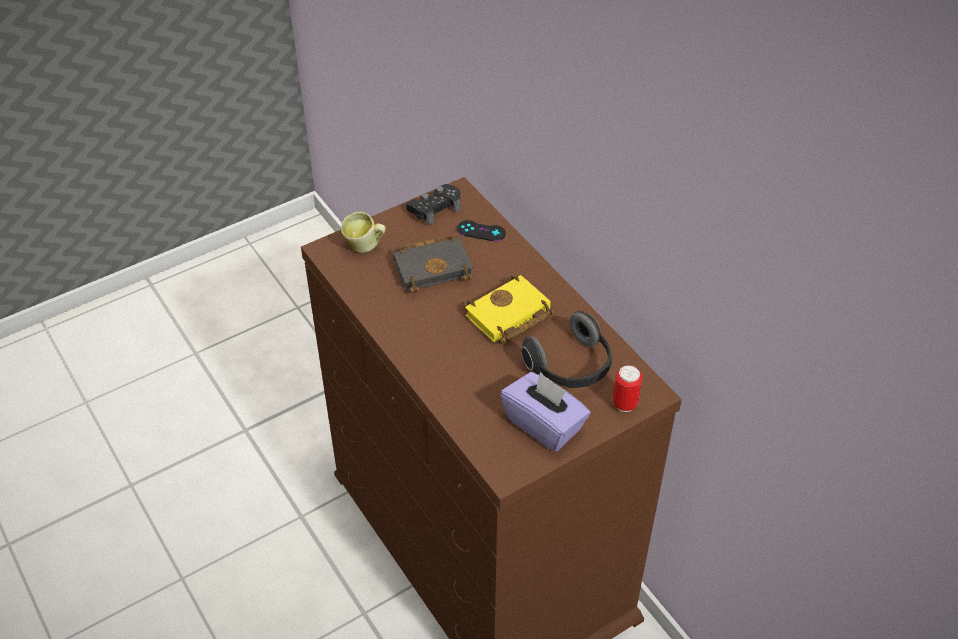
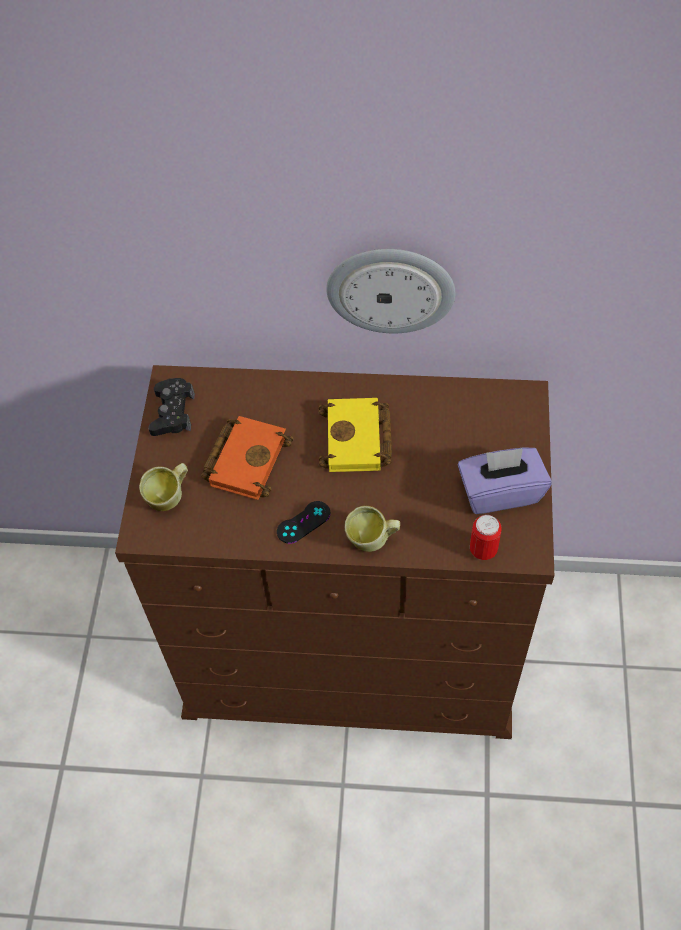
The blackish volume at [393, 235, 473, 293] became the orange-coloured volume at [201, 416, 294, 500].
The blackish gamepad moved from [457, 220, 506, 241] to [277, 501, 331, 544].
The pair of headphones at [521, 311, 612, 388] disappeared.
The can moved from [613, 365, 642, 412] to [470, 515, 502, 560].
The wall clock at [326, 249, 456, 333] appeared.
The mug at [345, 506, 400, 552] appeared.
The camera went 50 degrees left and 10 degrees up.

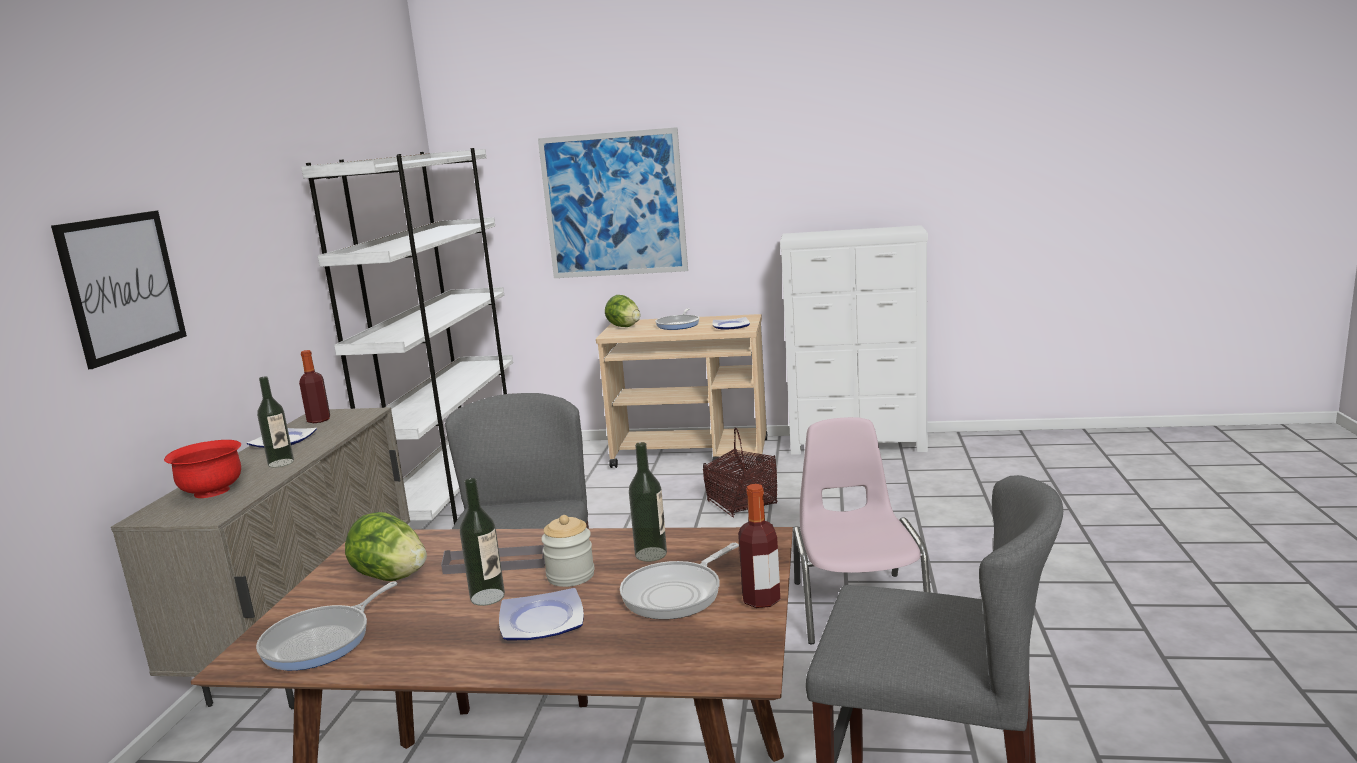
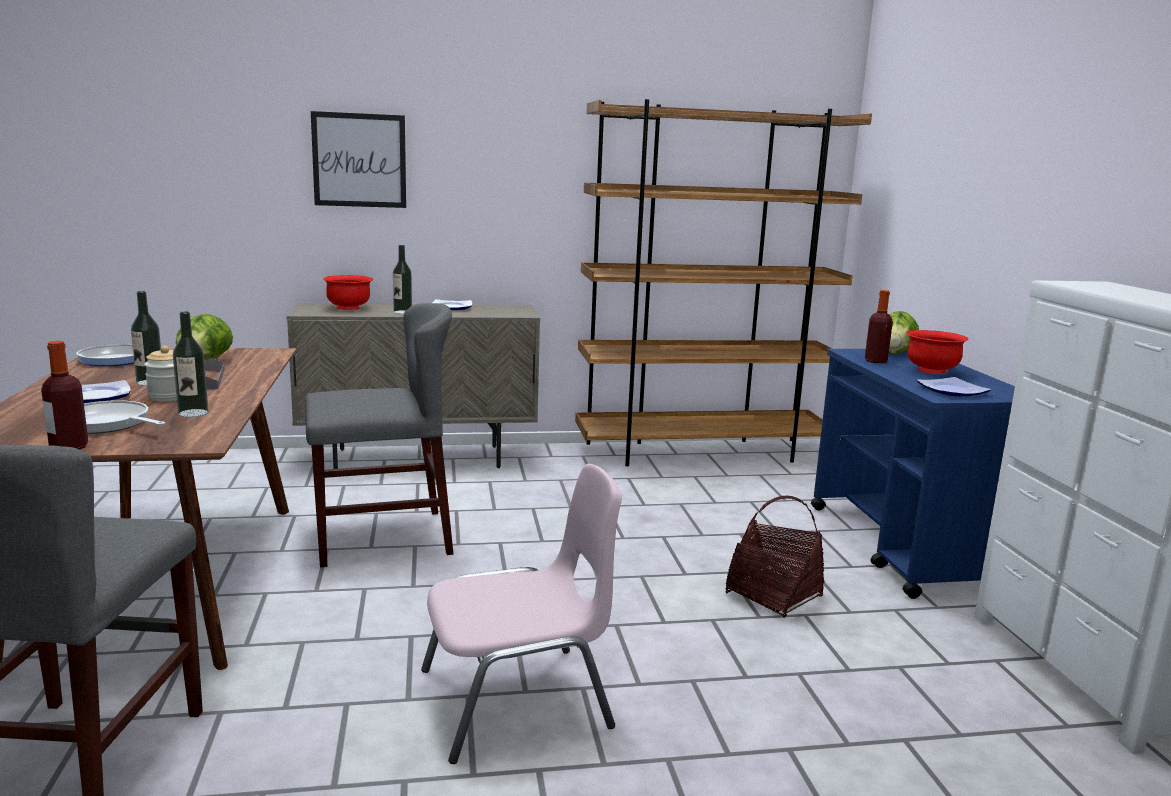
The bottle moved from [299, 350, 330, 423] to [865, 290, 893, 363].
The white shelving unit at [301, 148, 513, 524] became the brownish shelving unit at [575, 99, 872, 466].
The wall art at [538, 127, 688, 278] disappeared.
The beige cart at [596, 314, 767, 468] became the bluish cart at [811, 349, 1015, 599].
The frying pan at [655, 308, 700, 330] was replaced by the reddish deep dish at [906, 330, 968, 374].
The camera went 70 degrees right and 0 degrees up.

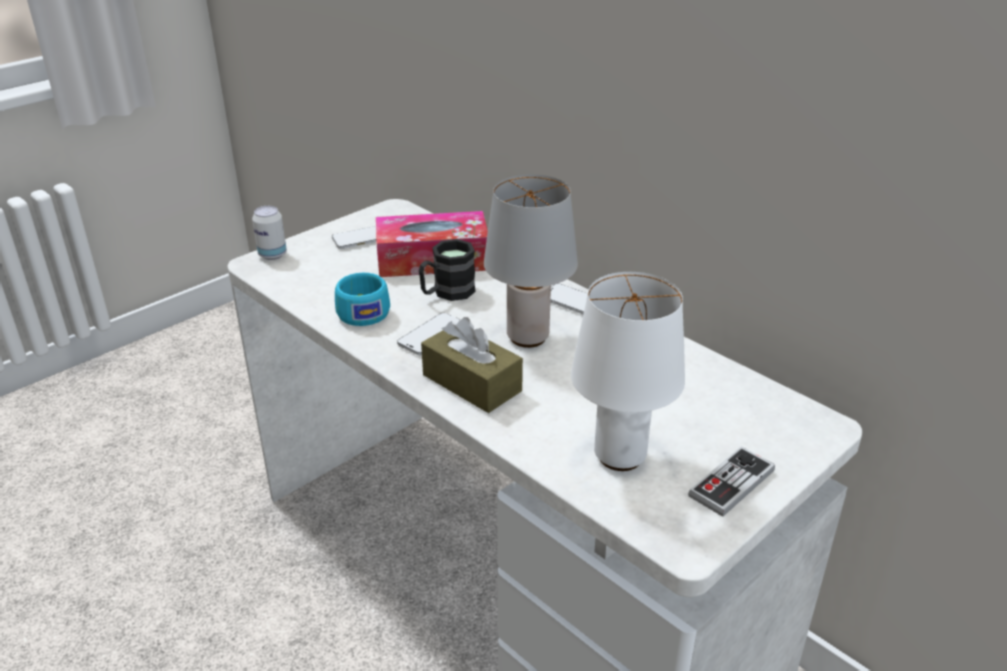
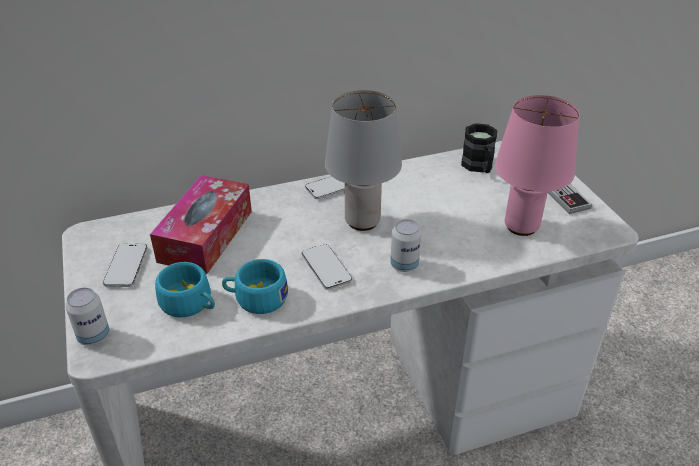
The blackish mug moved from [419, 239, 476, 301] to [461, 123, 497, 173].
The brownish tissue holder at [421, 317, 523, 413] was replaced by the can at [390, 219, 422, 272].
The white table lamp at [571, 272, 685, 471] became the pink table lamp at [495, 95, 580, 236].
The turquoise-coloured cup at [155, 262, 215, 318] appeared.
The camera went 65 degrees left and 5 degrees up.

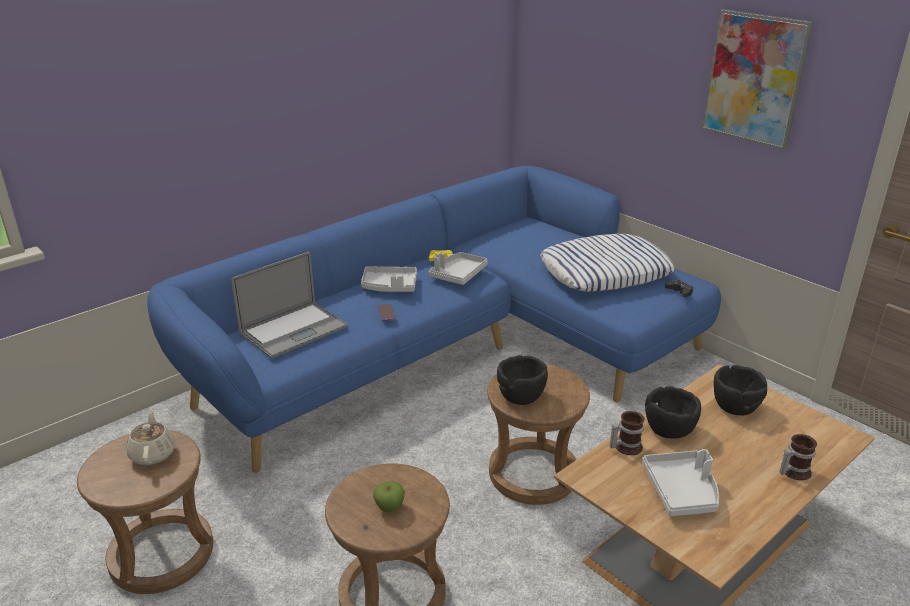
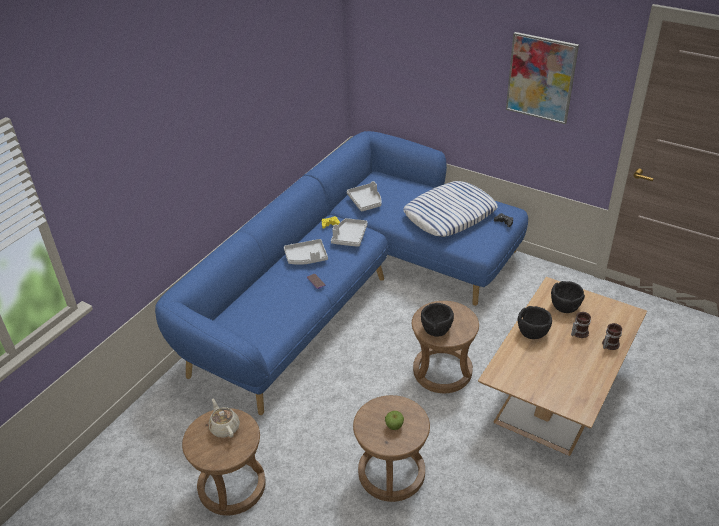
The laptop at [231, 252, 348, 359] disappeared.
The mug moved from [610, 411, 645, 455] to [571, 312, 591, 338].
The grey carrying tray moved from [642, 449, 719, 516] to [347, 181, 381, 212].
The camera went 15 degrees left and 10 degrees up.

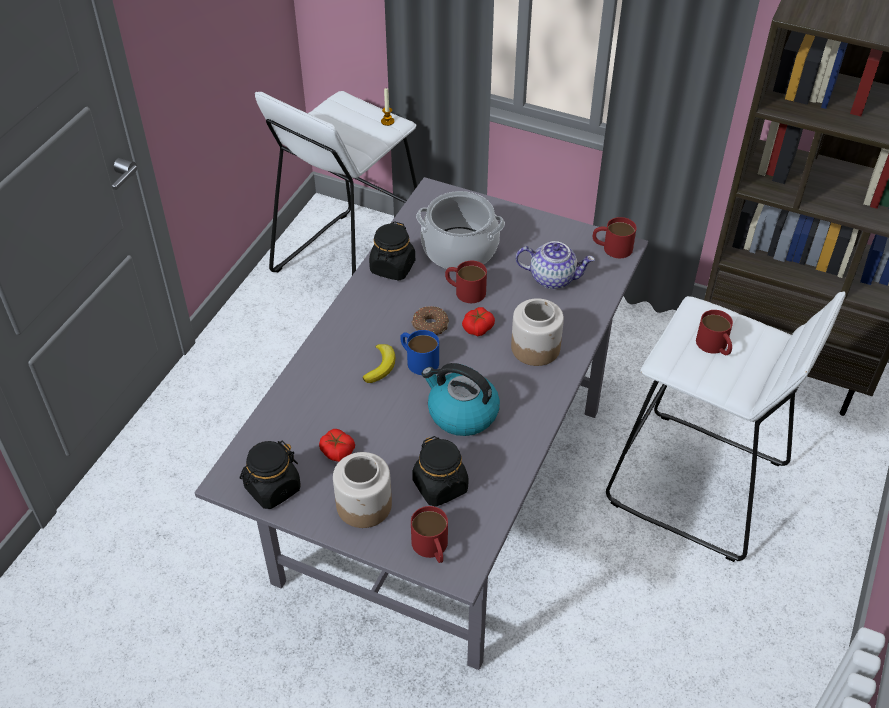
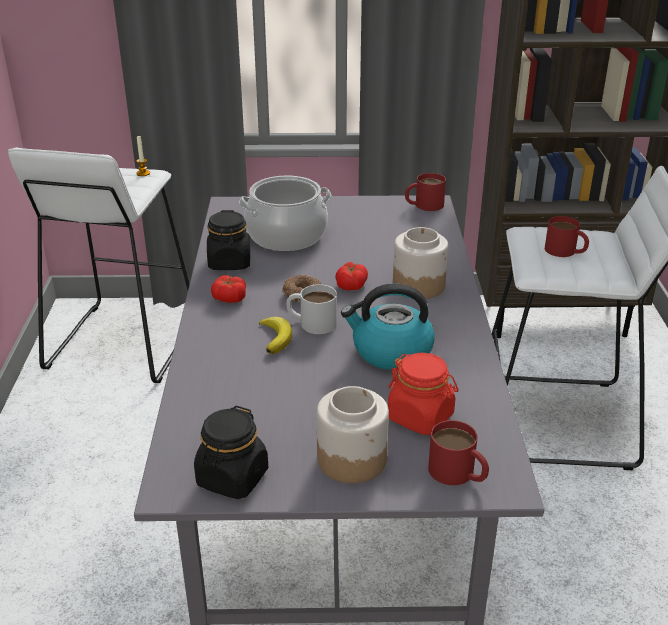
The tomato moved from [319, 429, 355, 462] to [211, 275, 246, 303].
The bluish mug at [400, 330, 439, 375] became the white mug at [286, 284, 337, 334].
The blackish jar at [412, 436, 468, 507] became the reddish jar at [388, 353, 459, 435].
The reddish mug at [445, 261, 487, 303] disappeared.
The tea pot at [516, 241, 595, 289] disappeared.
The camera went 25 degrees left and 15 degrees down.

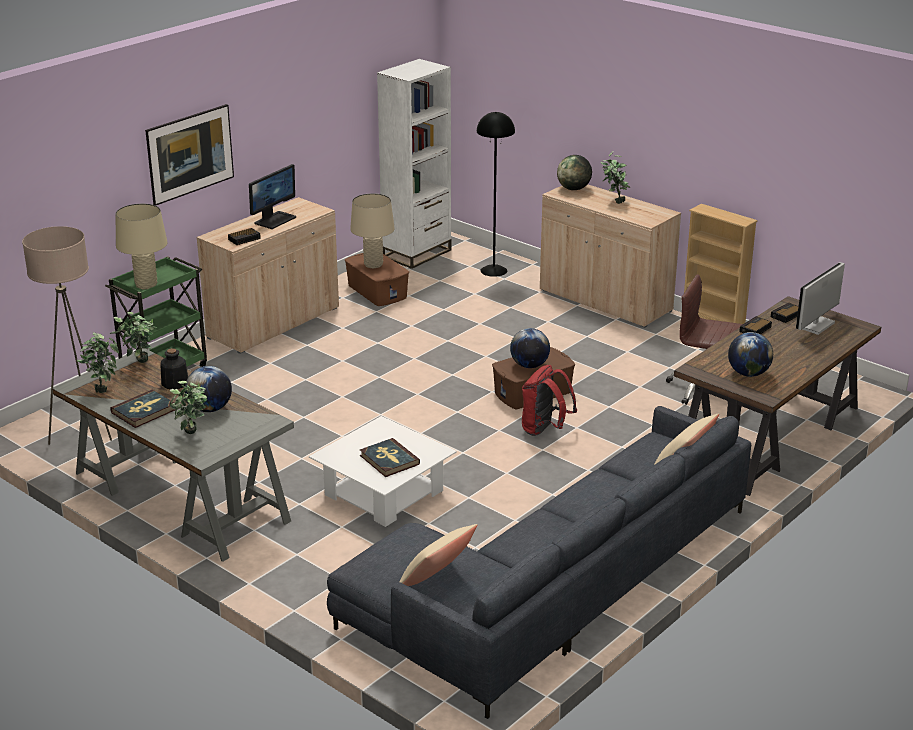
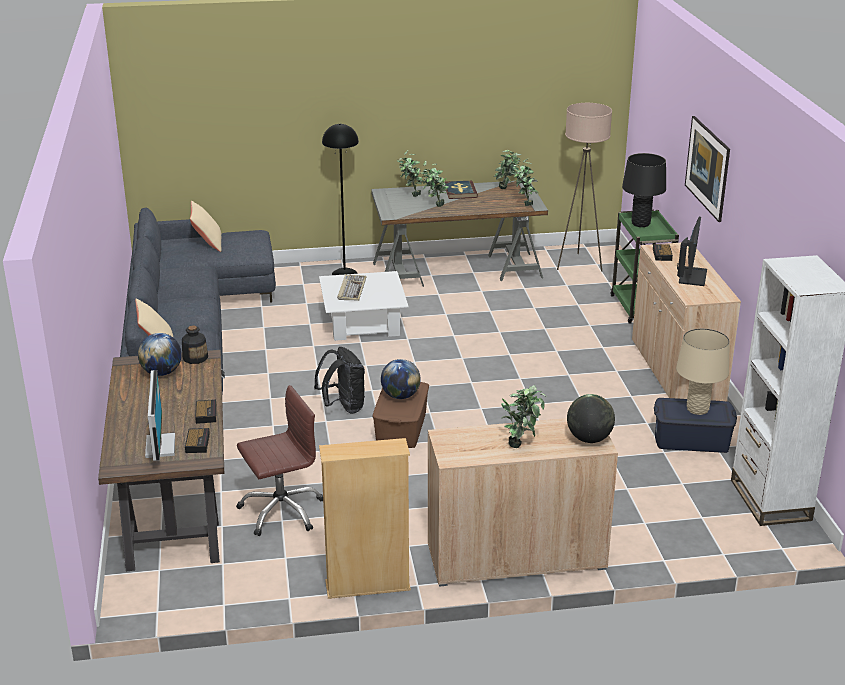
The beige table lamp at [116, 204, 168, 289] became the blackish table lamp at [622, 153, 666, 227].
The bottle moved from [160, 348, 188, 390] to [182, 326, 208, 364].
The globe at [185, 366, 232, 412] was replaced by the potted plant at [421, 161, 449, 207].
The computer display at [249, 164, 296, 229] turned 150 degrees counterclockwise.
The brownish storage bin at [345, 253, 409, 306] became the bluish storage bin at [654, 398, 737, 453].
The volume at [360, 438, 420, 477] was replaced by the keyboard at [337, 274, 367, 301].
The blackish standard lamp moved from [477, 112, 515, 277] to [322, 124, 359, 275].
The reddish backpack at [522, 365, 577, 436] became the blackish backpack at [314, 347, 365, 414].
The camera went 130 degrees right and 0 degrees up.

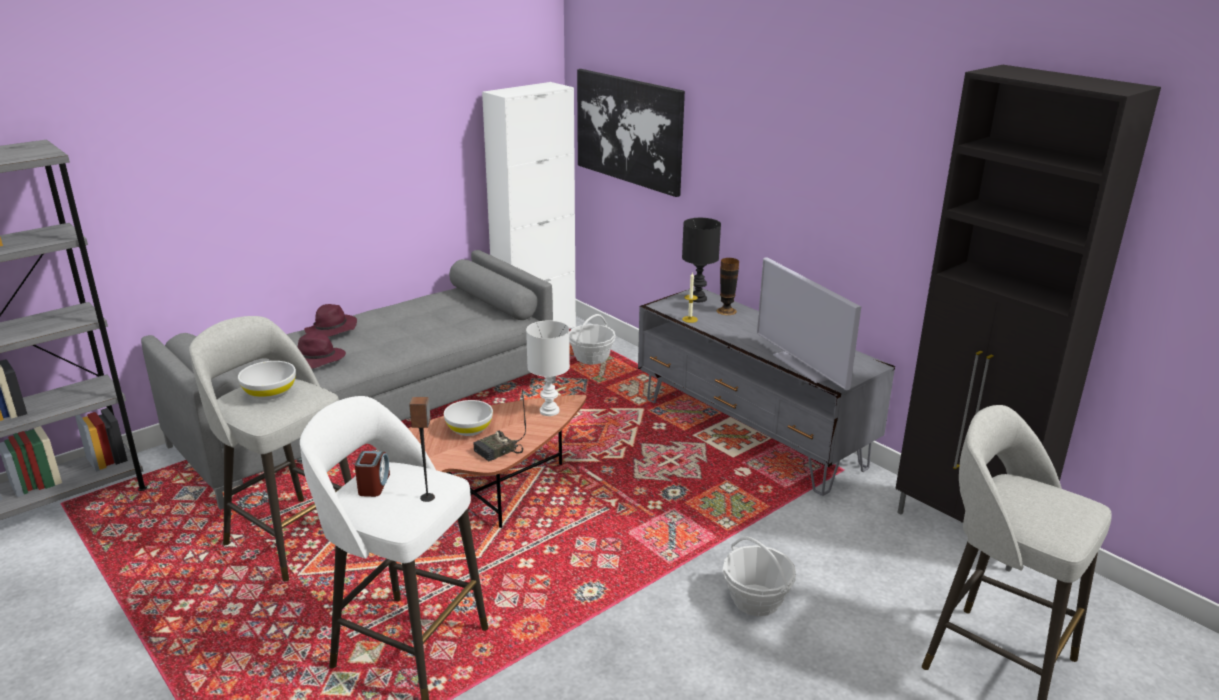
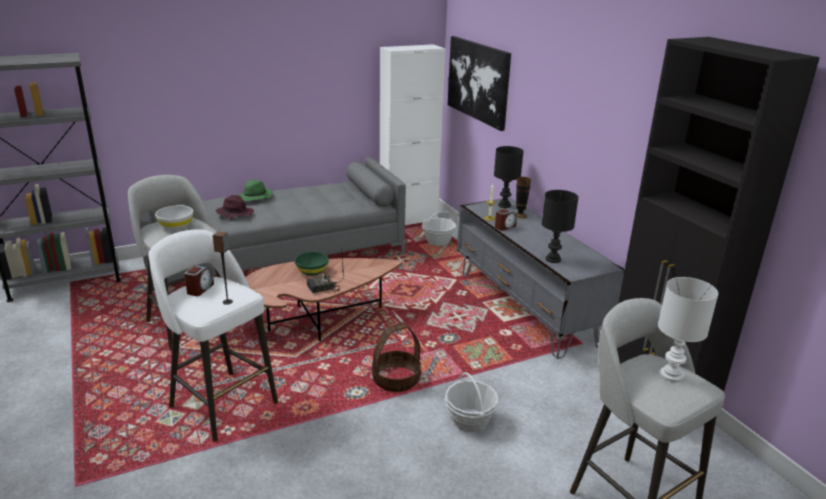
The purple hat at [304, 304, 357, 337] became the greenish hat at [238, 180, 273, 201].
The white deep dish at [444, 400, 493, 436] became the greenish deep dish at [295, 252, 329, 276].
The white table lamp moved from [526, 320, 570, 416] to [658, 277, 719, 382].
The TV set at [757, 257, 861, 390] was replaced by the blackish table lamp at [542, 190, 579, 263].
The basket at [372, 323, 421, 392] appeared.
The alarm clock at [495, 209, 517, 231] appeared.
The camera went 15 degrees right and 0 degrees up.

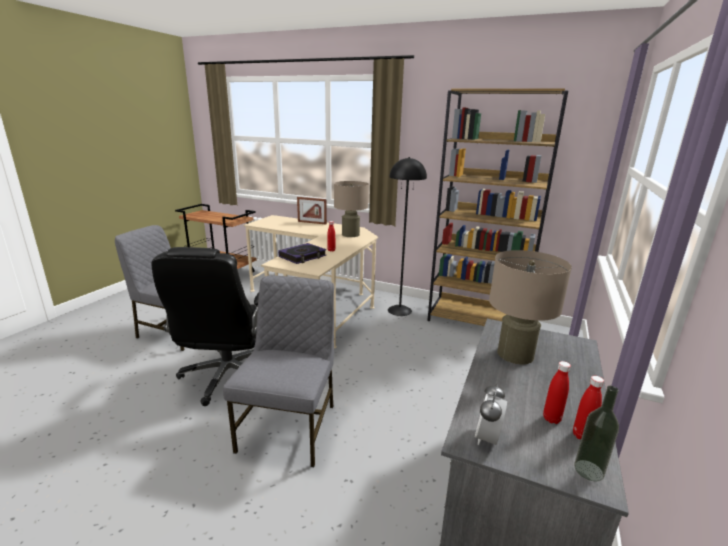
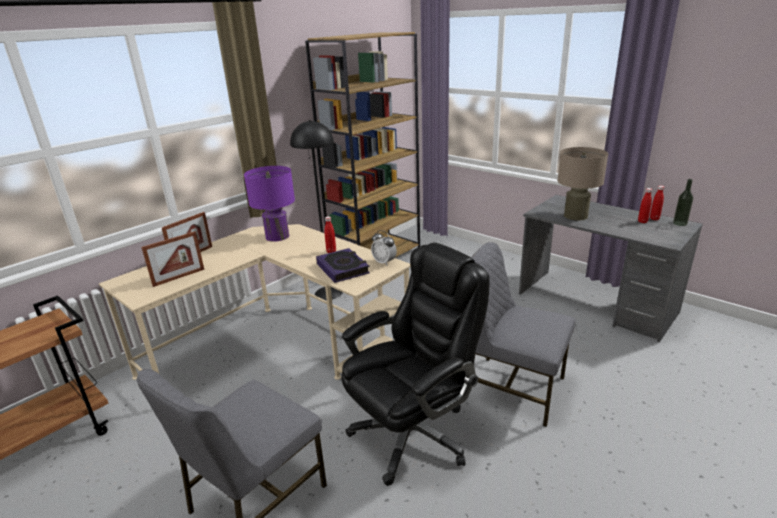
The blackish computer chair at [151, 247, 259, 406] turned 60 degrees counterclockwise.
The beige table lamp at [334, 181, 369, 237] became the purple table lamp at [244, 166, 295, 242].
The alarm clock moved from [475, 384, 507, 445] to [371, 230, 397, 265].
The picture frame at [141, 231, 204, 287] appeared.
The camera went 70 degrees left and 5 degrees up.

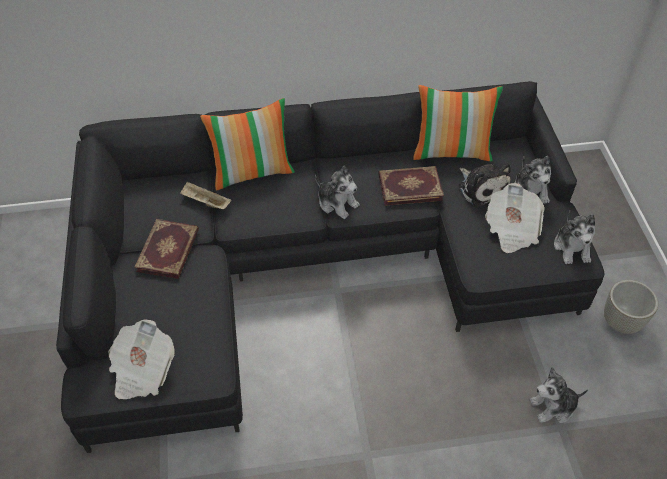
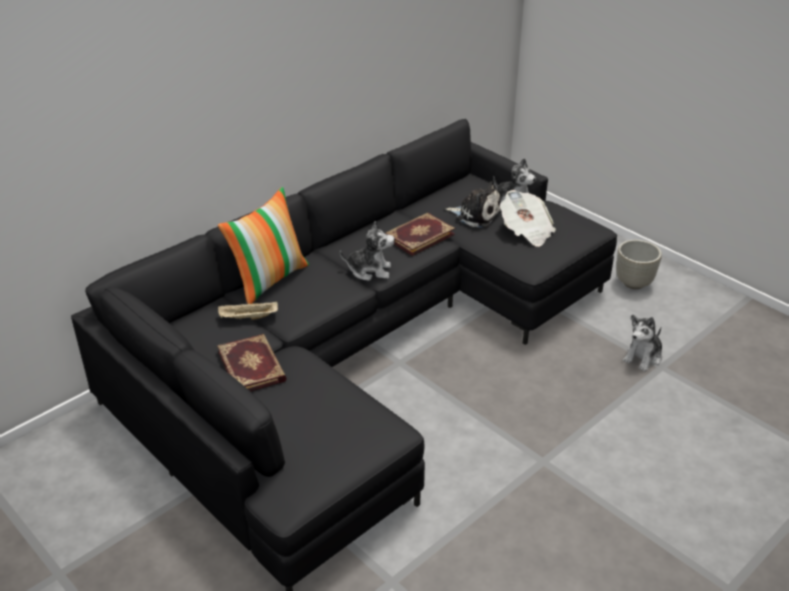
The daily paper at [108, 319, 175, 399] disappeared.
The pillow at [413, 85, 503, 161] disappeared.
The cuddly toy at [554, 210, 595, 264] disappeared.
The camera went 35 degrees left and 15 degrees down.

